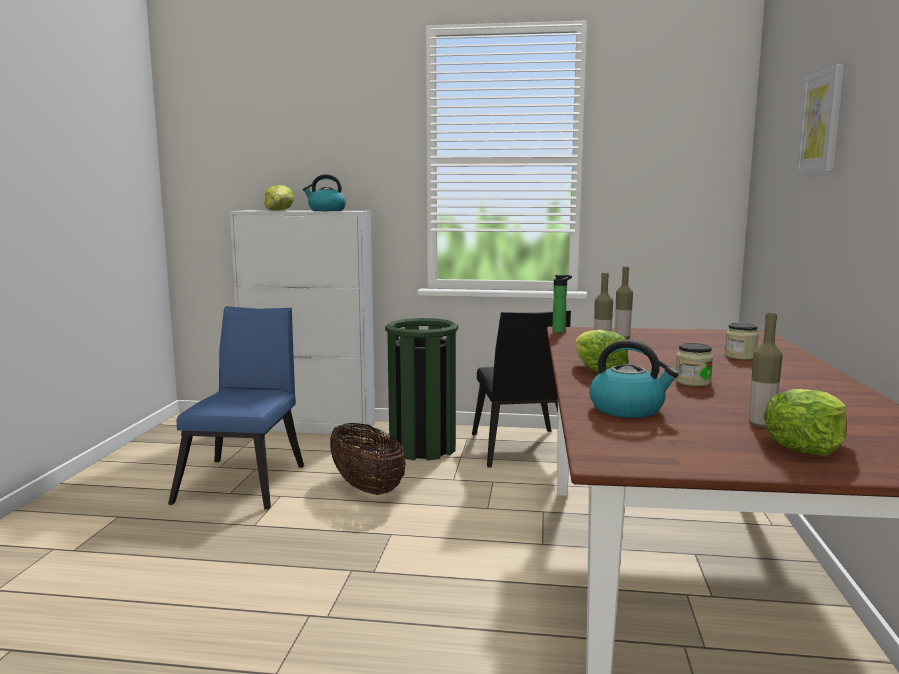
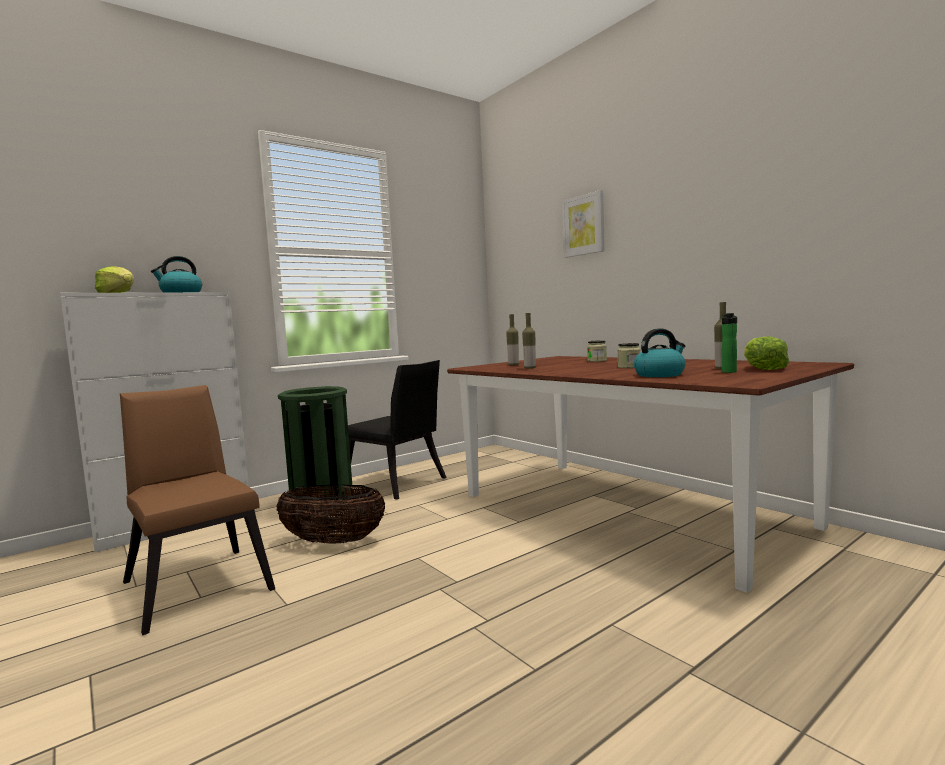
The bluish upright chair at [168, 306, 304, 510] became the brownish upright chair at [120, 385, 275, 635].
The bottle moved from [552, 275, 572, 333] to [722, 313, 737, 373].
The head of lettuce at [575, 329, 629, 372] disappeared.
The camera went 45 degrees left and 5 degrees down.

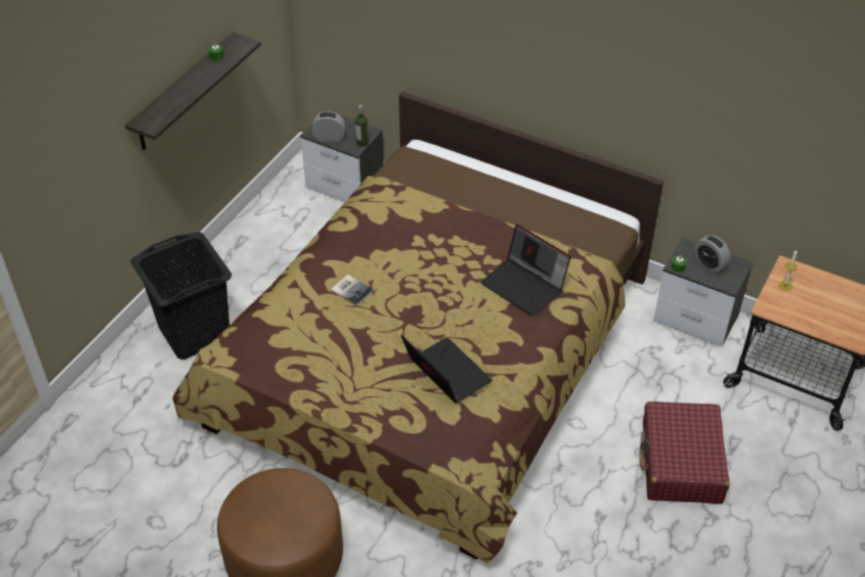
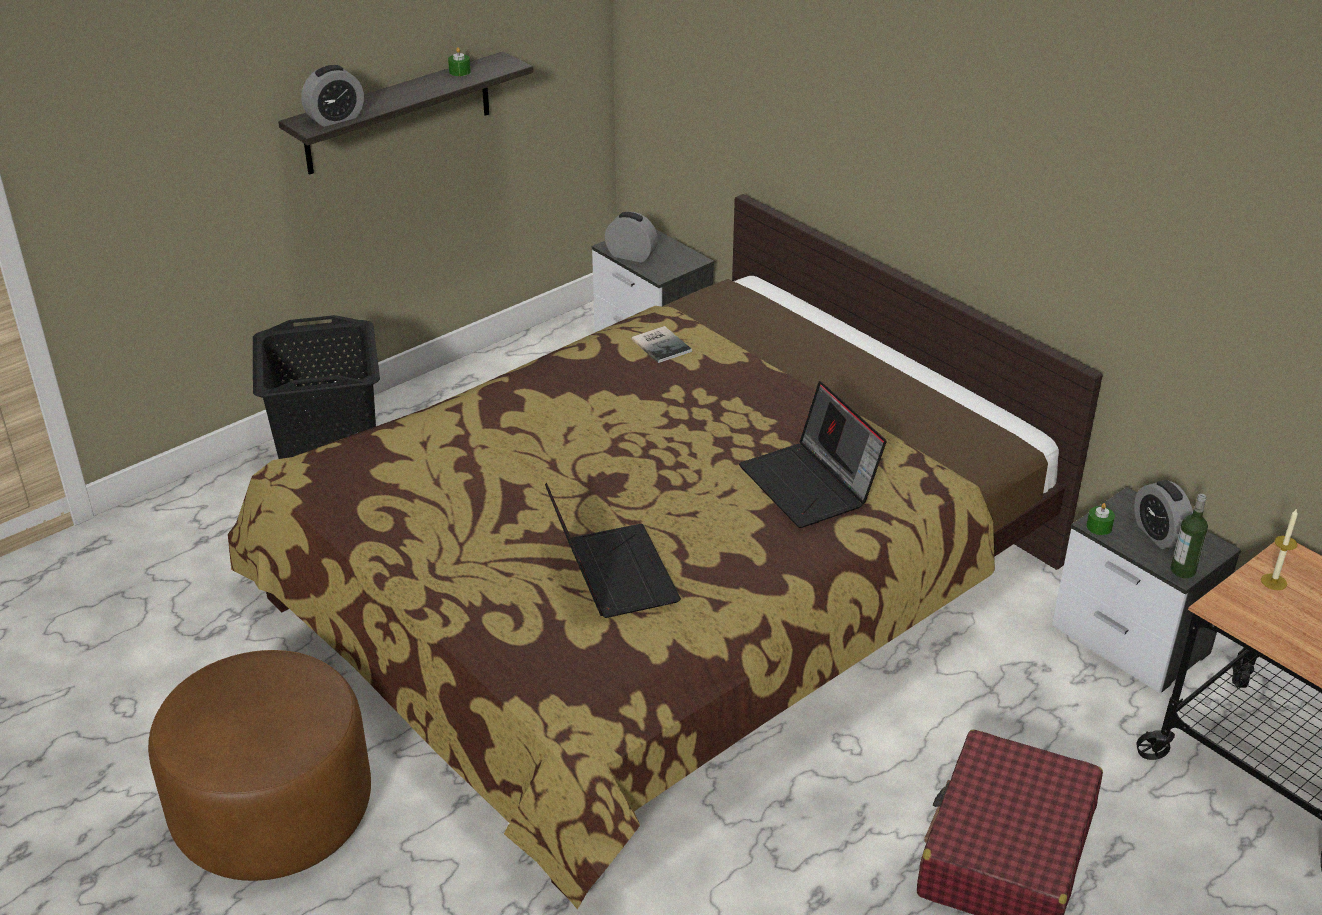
The volume moved from [331, 274, 374, 306] to [631, 326, 692, 363].
The bottle moved from [355, 105, 369, 147] to [1170, 494, 1208, 578].
The alarm clock at [301, 65, 364, 127] appeared.
The camera went 20 degrees right and 10 degrees down.

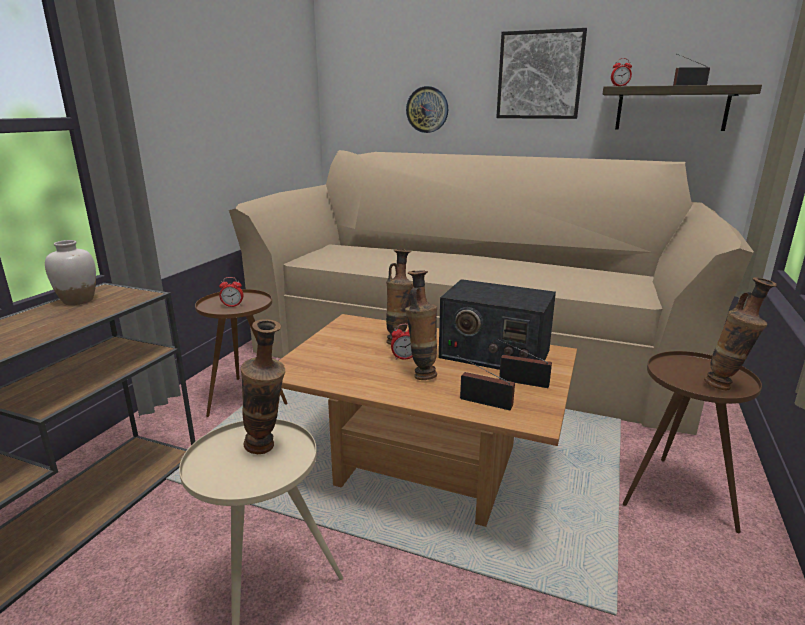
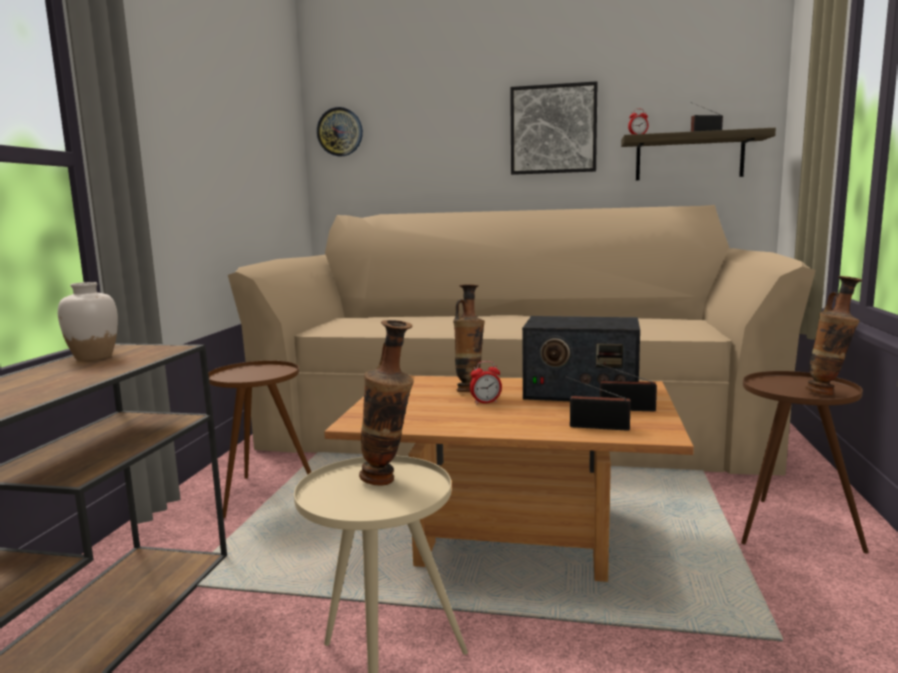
The alarm clock at [219, 277, 244, 307] disappeared.
The decorative vase at [405, 270, 437, 380] disappeared.
The wall clock moved from [406, 86, 448, 133] to [317, 107, 363, 157].
The camera went 10 degrees left and 10 degrees down.

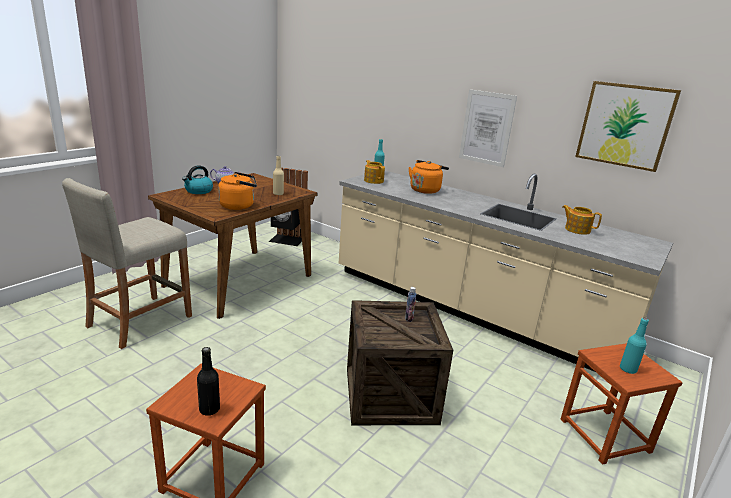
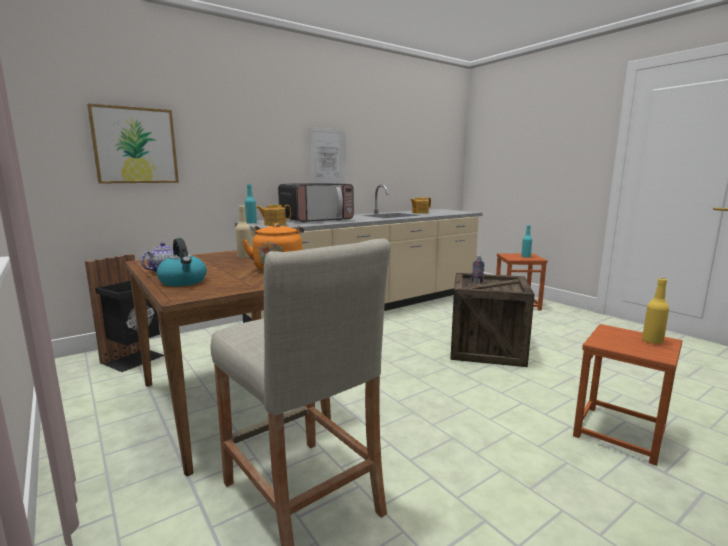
The blackish bottle at [197, 347, 220, 416] became the yellowish bottle at [642, 278, 669, 344].
The orange-coloured water kettle at [409, 160, 449, 194] was replaced by the microwave at [278, 183, 354, 223].
The wall art moved from [575, 81, 681, 172] to [87, 103, 179, 184].
The camera went 70 degrees left and 10 degrees down.

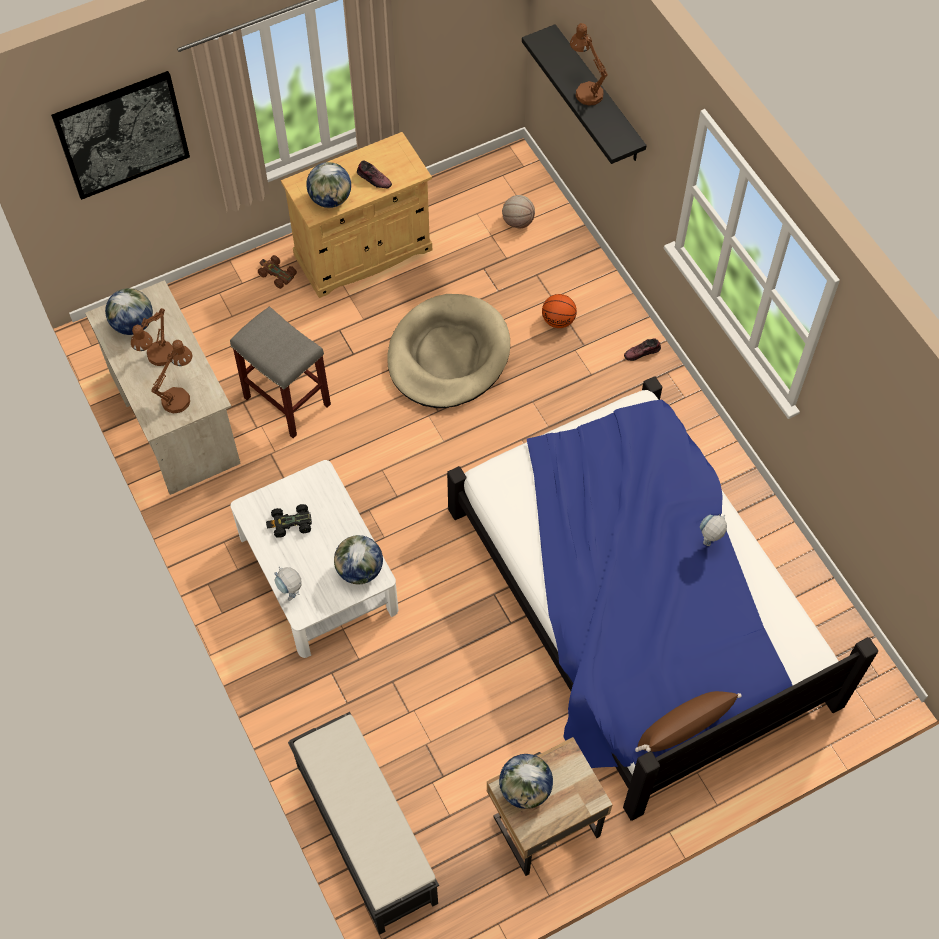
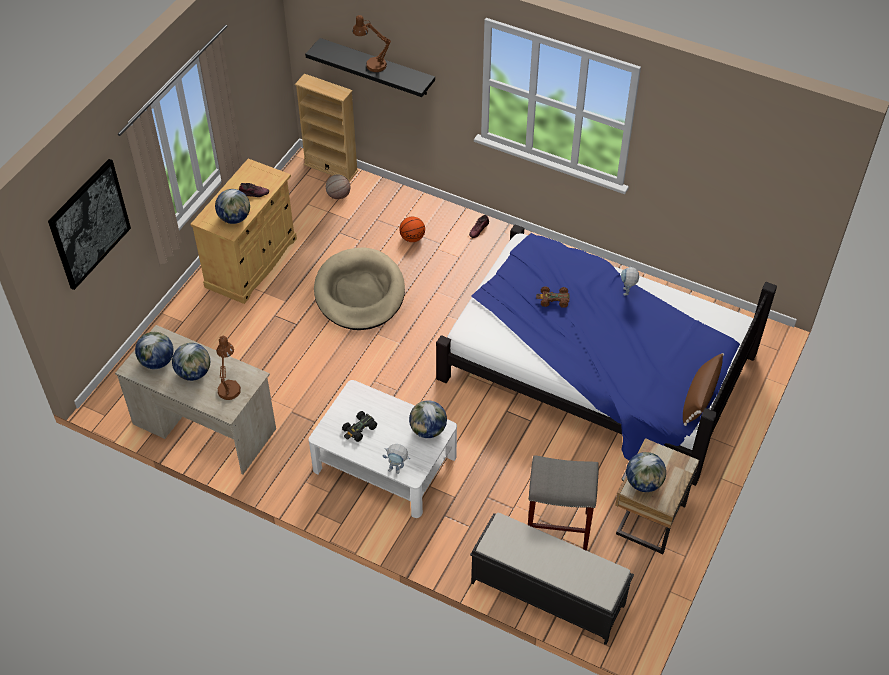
The brownish table lamp at [131, 308, 173, 366] was replaced by the globe at [172, 343, 210, 381].
The grey sitting stool moved from [230, 306, 331, 438] to [528, 455, 599, 551].
The brownish model car moved from [258, 255, 297, 289] to [536, 286, 570, 308].
The beige shelving unit at [295, 74, 358, 182] appeared.
The camera went 35 degrees left and 10 degrees down.

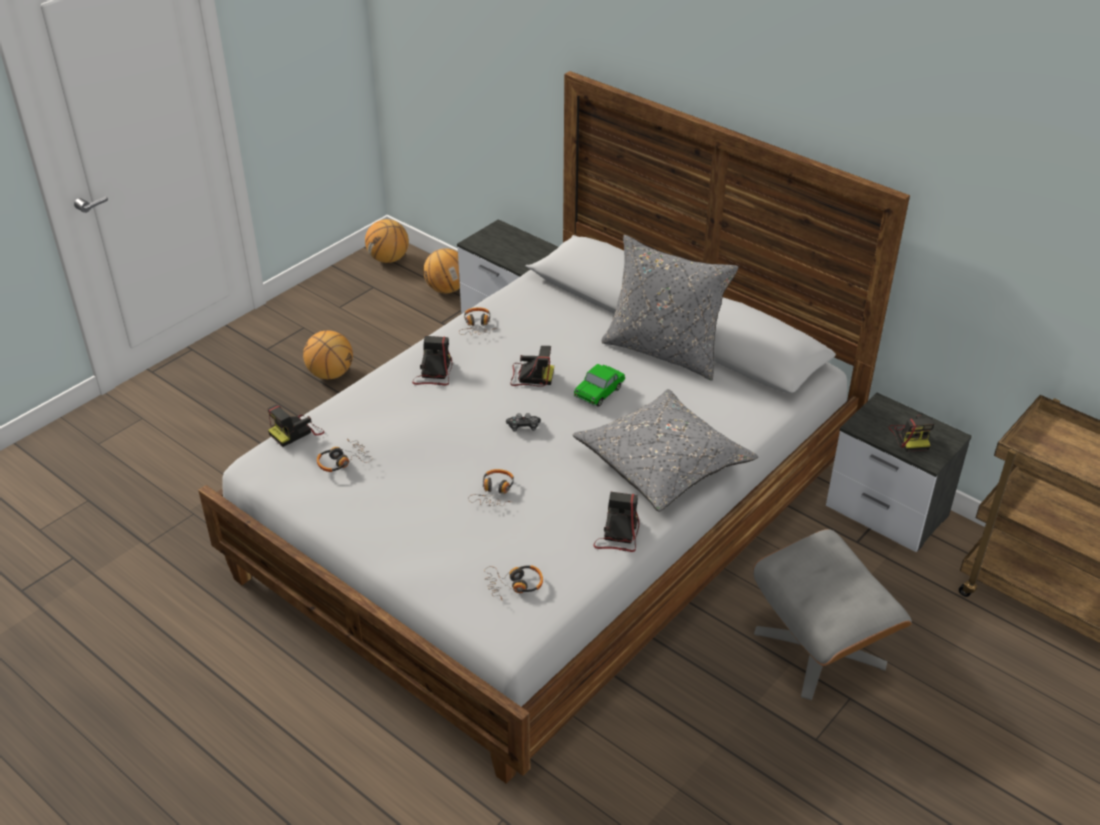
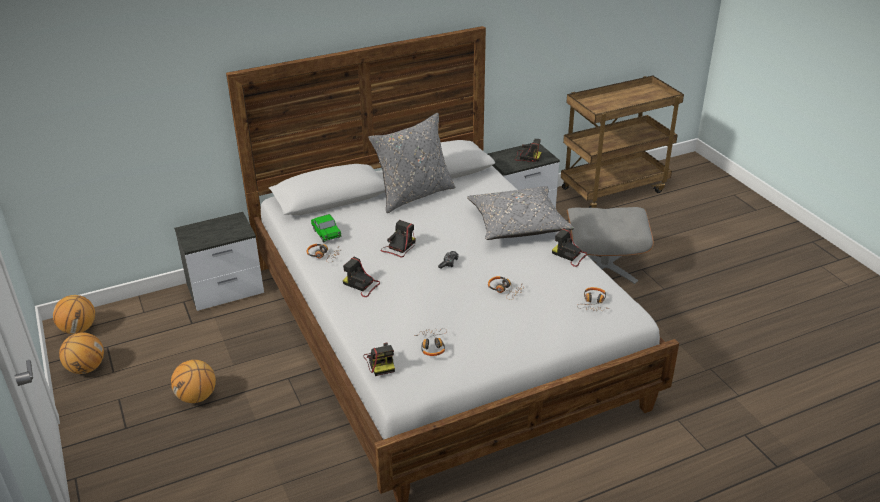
The basketball ball moved from [423, 248, 460, 293] to [59, 332, 104, 374].
The model car moved from [574, 364, 625, 407] to [311, 214, 342, 243].
The camera went 65 degrees left and 5 degrees down.

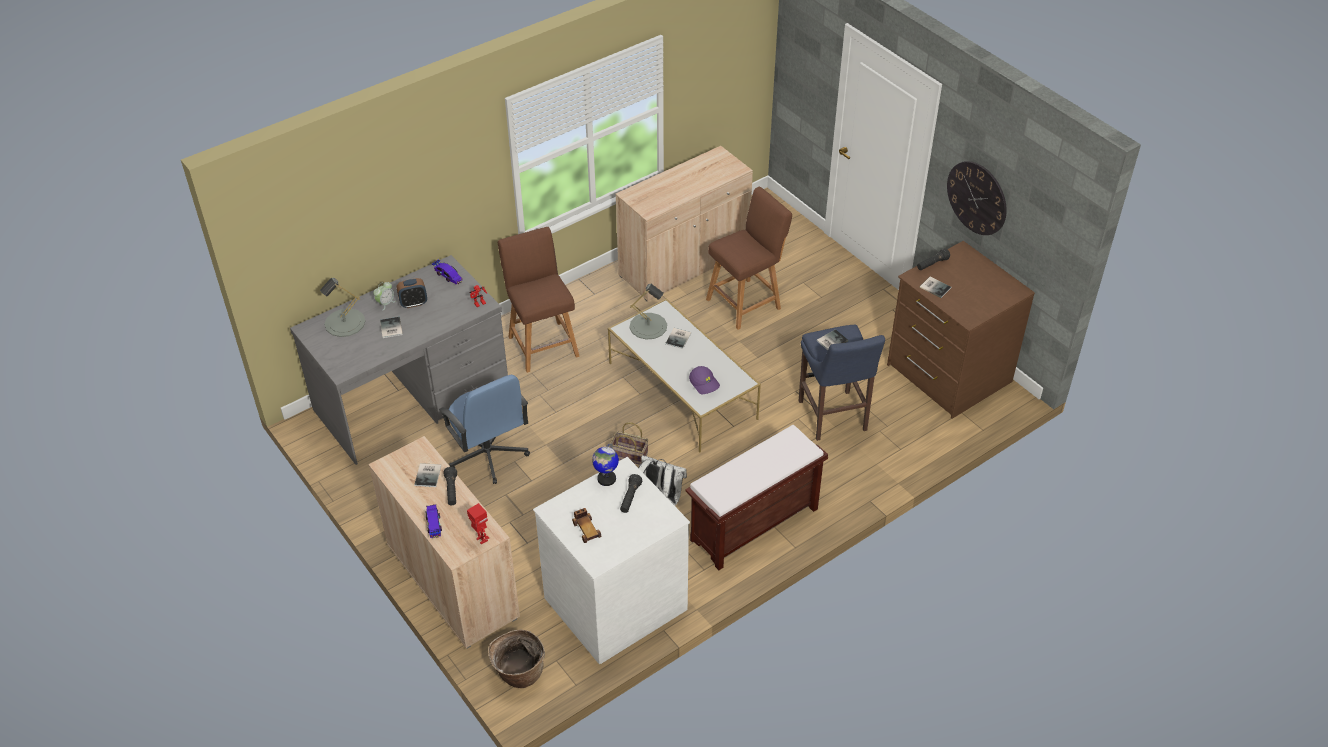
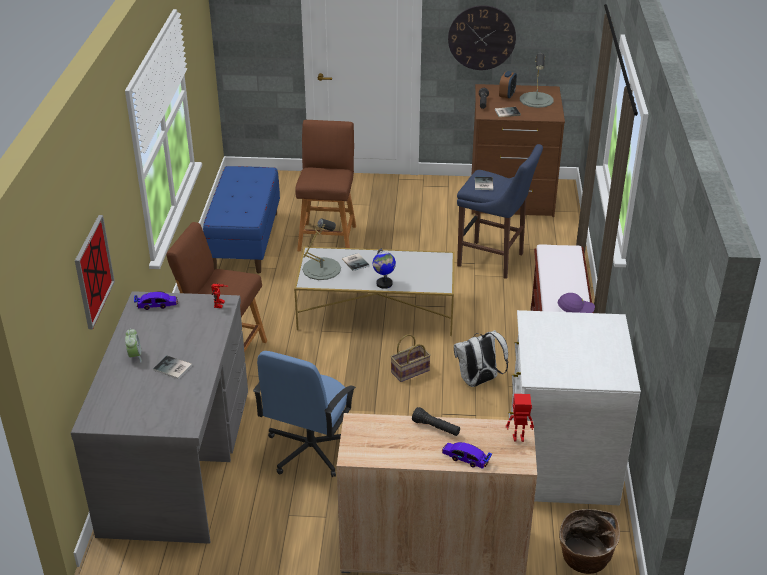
The grey table lamp moved from [320, 278, 366, 337] to [520, 53, 554, 108].
The alarm clock moved from [397, 278, 427, 308] to [499, 71, 517, 99].
The volume at [414, 463, 441, 487] disappeared.
The bluish computer chair at [439, 375, 530, 484] turned 105 degrees clockwise.
The model car at [572, 508, 601, 543] disappeared.
The globe moved from [592, 443, 619, 486] to [373, 248, 396, 289].
The beige cabinet at [615, 146, 753, 301] was replaced by the bluish long seat at [203, 166, 280, 273].
The blackish flashlight at [620, 474, 642, 513] disappeared.
The purple baseball cap moved from [689, 366, 720, 395] to [558, 293, 595, 313].
The wall art at [75, 215, 115, 329] appeared.
The camera went 50 degrees left and 10 degrees down.

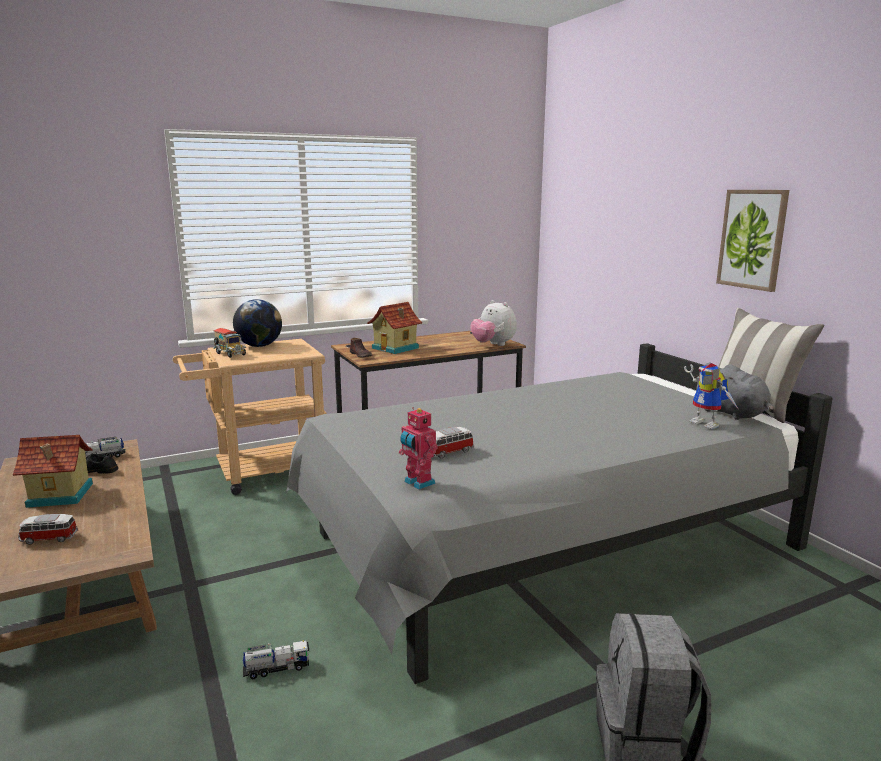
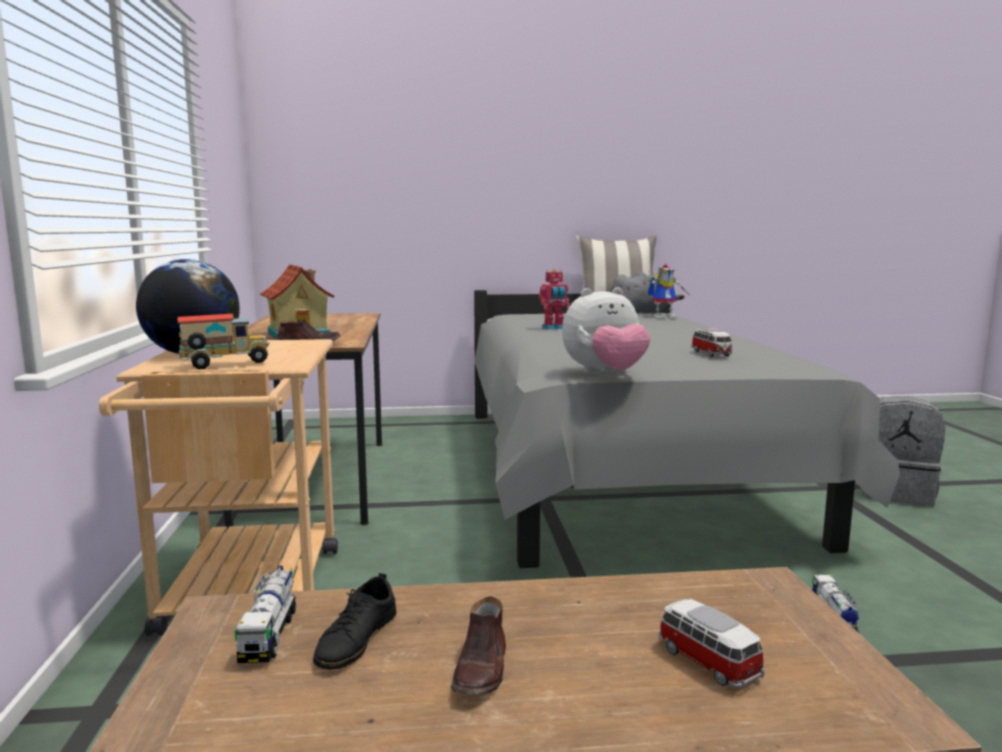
The miniature house at [13, 435, 93, 508] was replaced by the brownish low shoe at [451, 596, 506, 695].
The model car at [18, 514, 78, 545] turned 135 degrees clockwise.
The toy robot moved from [399, 407, 437, 490] to [539, 269, 570, 330].
The cuddly toy moved from [470, 300, 517, 346] to [562, 287, 650, 374].
The wall art at [716, 190, 789, 292] disappeared.
The camera went 70 degrees left and 5 degrees down.

